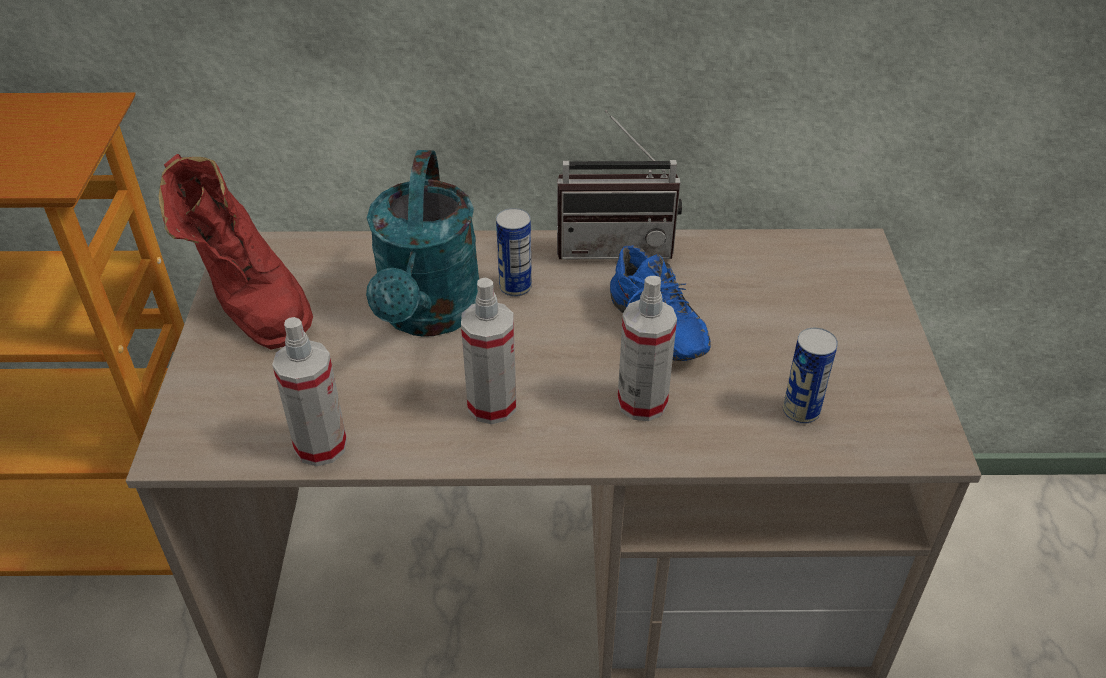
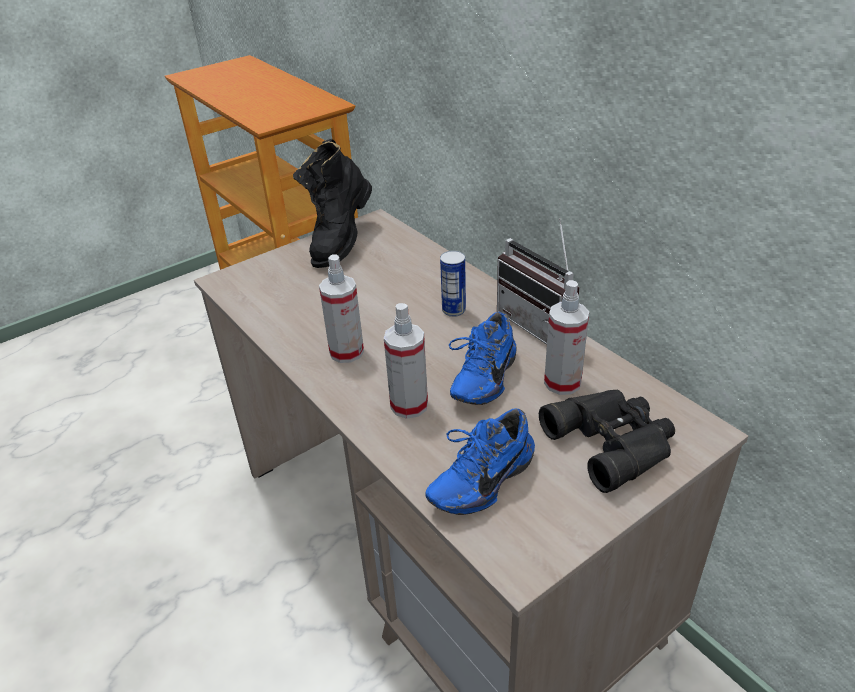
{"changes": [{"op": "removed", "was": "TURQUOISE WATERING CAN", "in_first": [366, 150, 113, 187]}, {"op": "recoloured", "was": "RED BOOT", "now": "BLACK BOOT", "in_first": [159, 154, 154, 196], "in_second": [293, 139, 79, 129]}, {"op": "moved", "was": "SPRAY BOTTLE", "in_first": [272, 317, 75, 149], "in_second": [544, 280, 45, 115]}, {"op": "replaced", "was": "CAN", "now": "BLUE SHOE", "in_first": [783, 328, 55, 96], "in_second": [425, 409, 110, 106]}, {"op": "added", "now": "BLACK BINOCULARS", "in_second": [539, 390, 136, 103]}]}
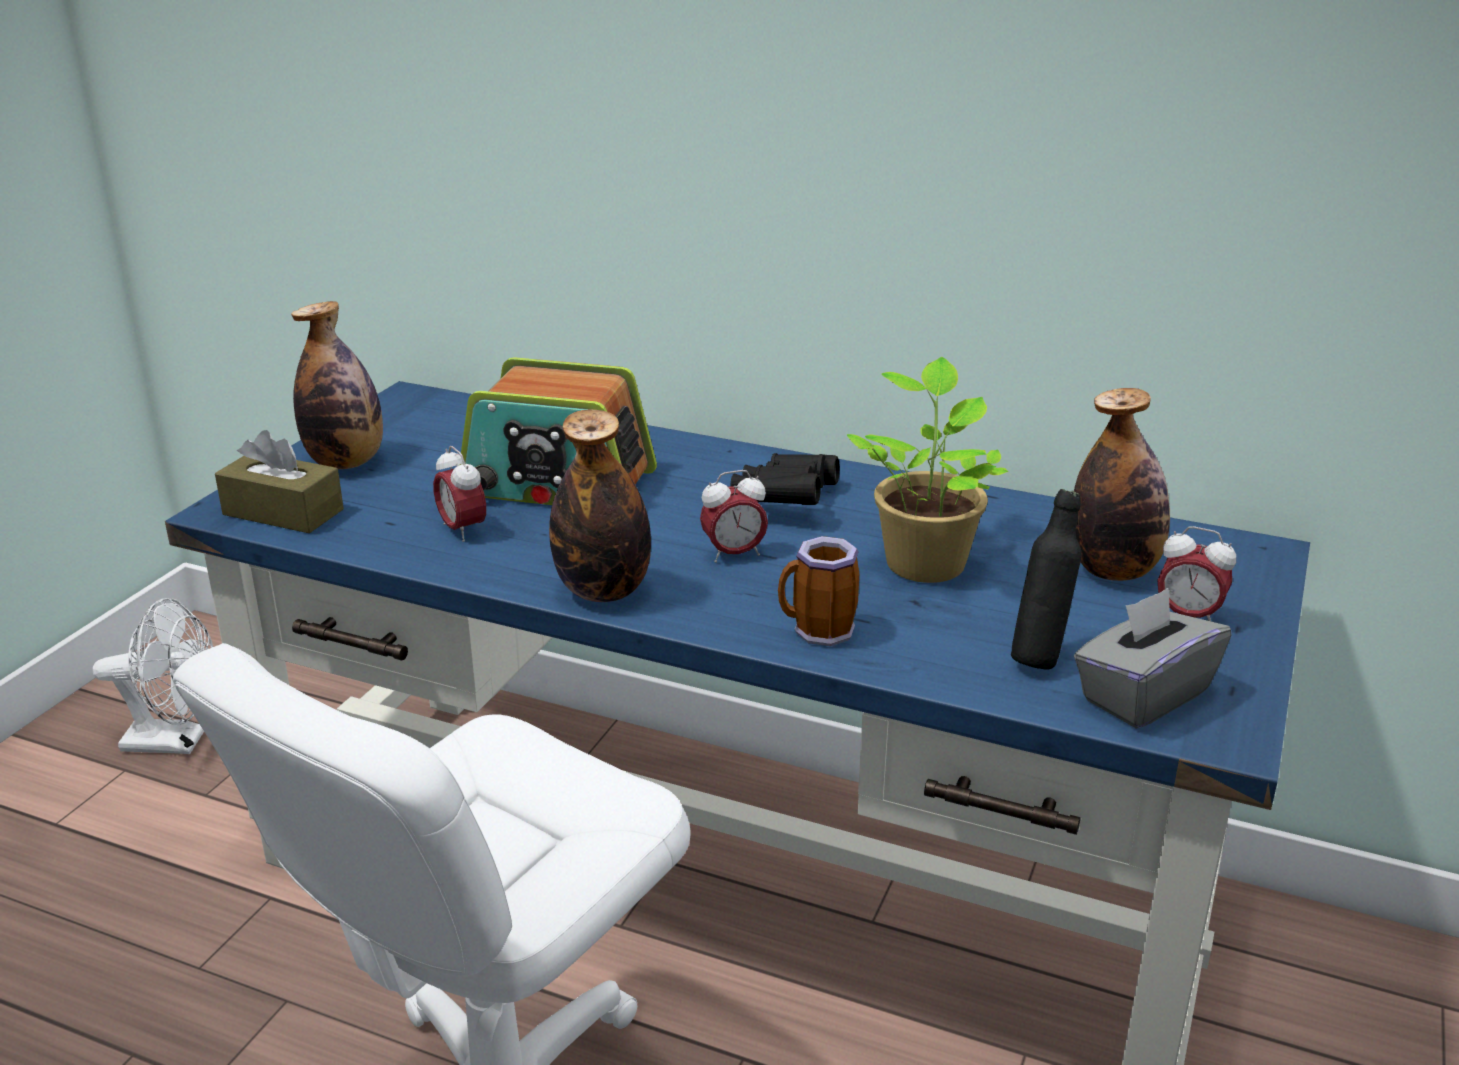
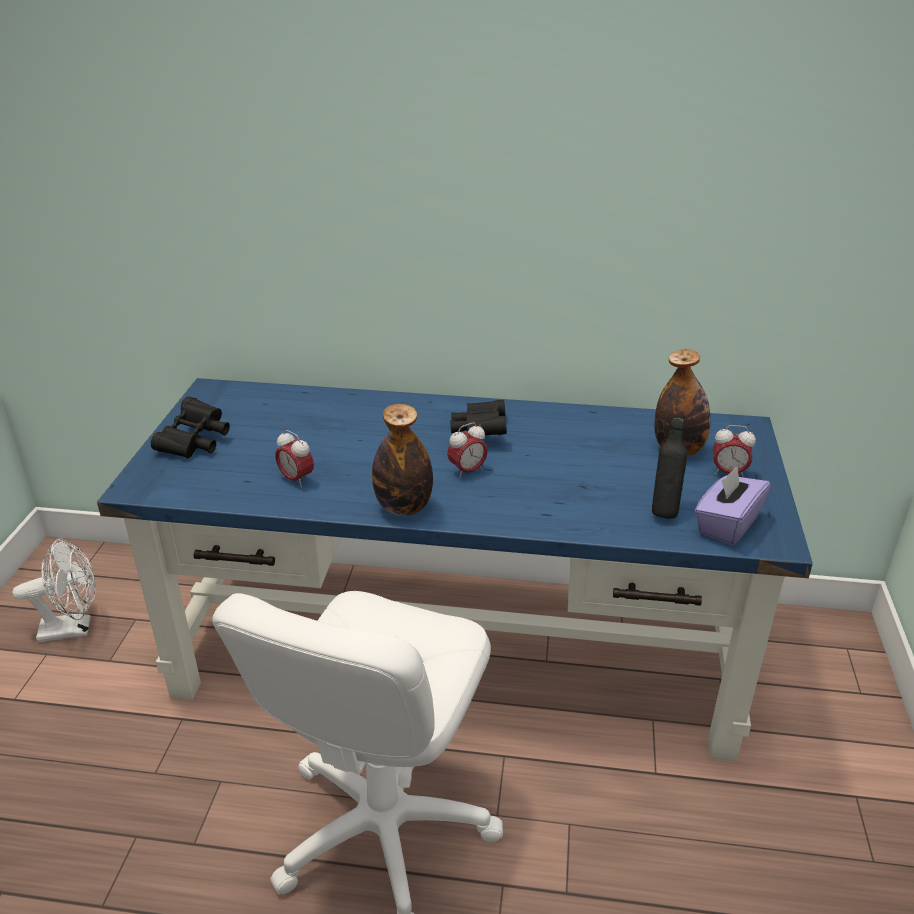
{"changes": [{"op": "replaced", "was": "BOTTLE", "now": "BLACK BINOCULARS", "in_first": [291, 301, 92, 168], "in_second": [151, 396, 79, 62]}, {"op": "removed", "was": "RADIO", "in_first": [460, 357, 197, 148]}, {"op": "removed", "was": "POTTED PLANT", "in_first": [847, 357, 161, 226]}, {"op": "removed", "was": "BROWN TISSUE BOX", "in_first": [215, 430, 129, 103]}, {"op": "removed", "was": "MUG", "in_first": [778, 536, 81, 110]}, {"op": "recoloured", "was": "GREY TISSUE BOX", "now": "PURPLE TISSUE BOX", "in_first": [1074, 588, 158, 140], "in_second": [695, 466, 76, 79]}]}
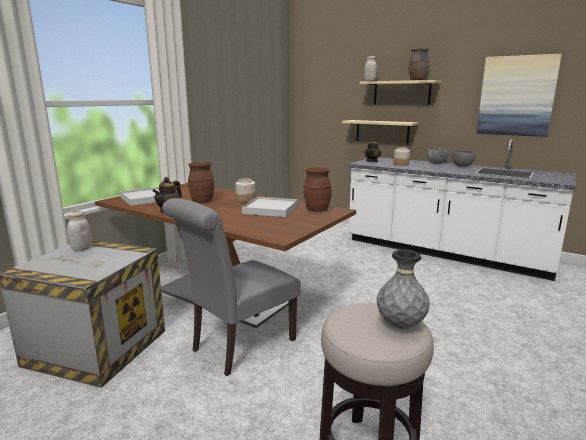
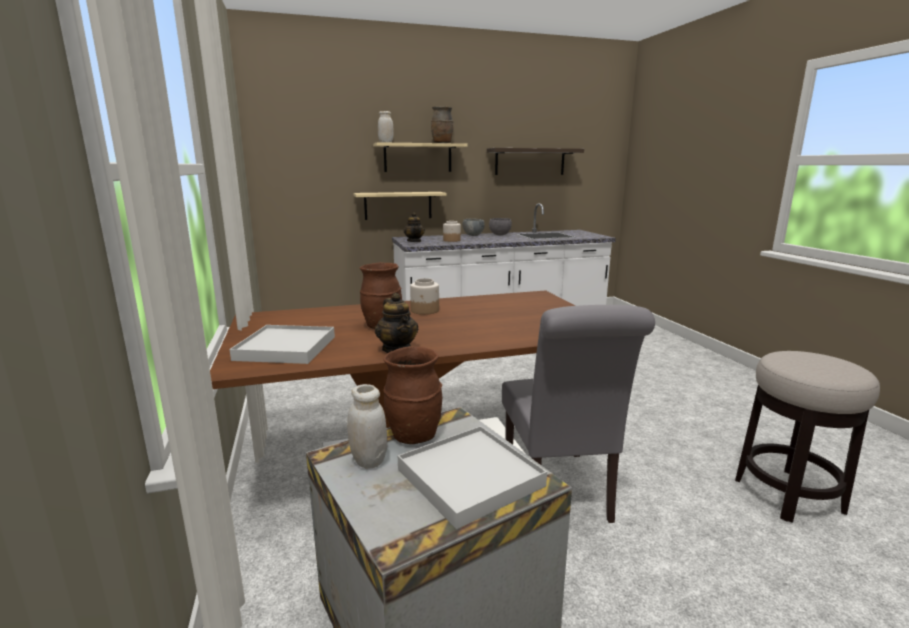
{"changes": [{"op": "replaced", "was": "PICTURE", "now": "SHELF", "in_first": [477, 54, 85, 83], "in_second": [487, 148, 97, 27]}, {"op": "moved", "was": "BROWN VASE", "in_first": [304, 167, 28, 45], "in_second": [383, 346, 59, 98]}, {"op": "moved", "was": "WHITE TRAY", "in_first": [242, 197, 56, 20], "in_second": [398, 426, 149, 103]}, {"op": "removed", "was": "GREY VASE", "in_first": [377, 249, 53, 80]}]}
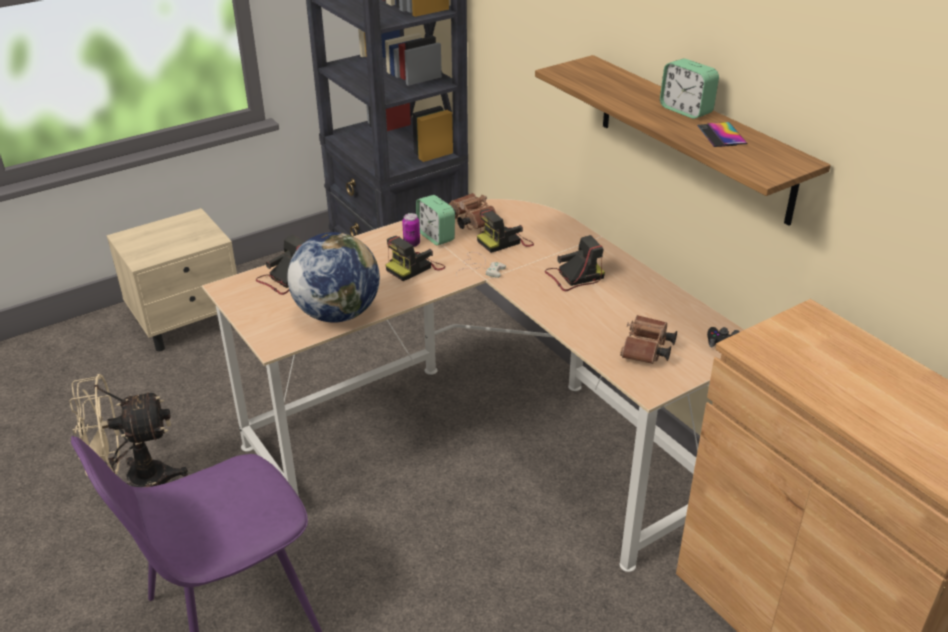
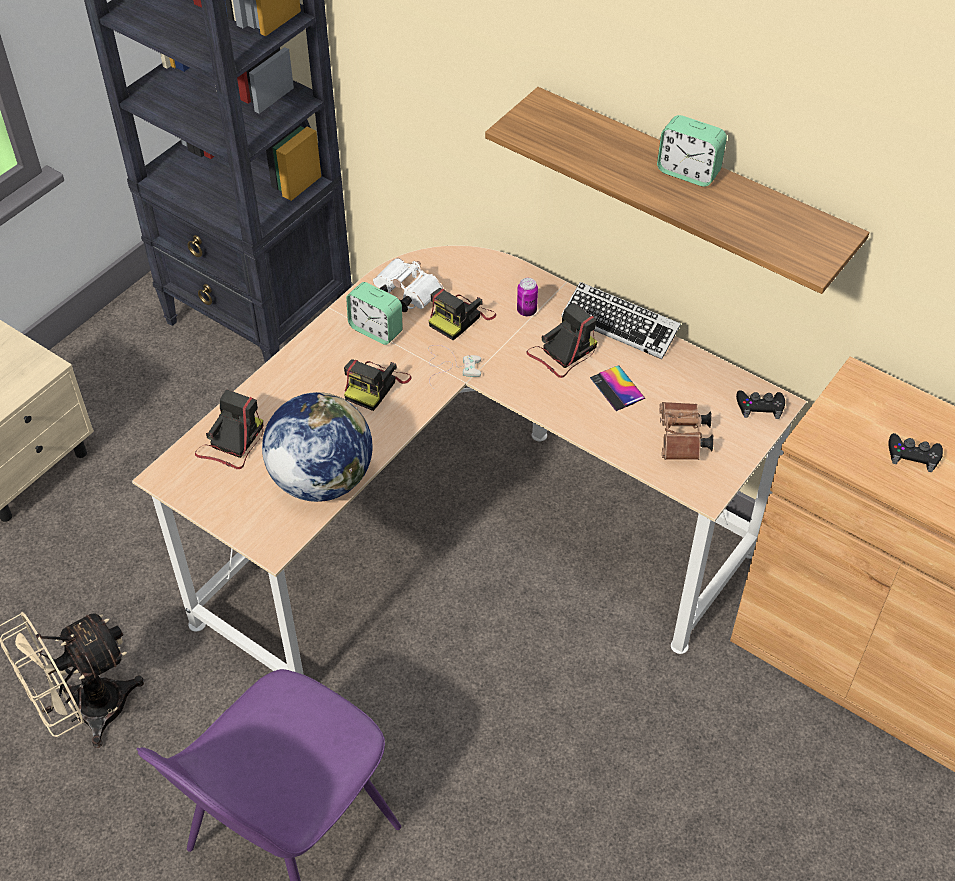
{"changes": [{"op": "moved", "was": "PHONE", "in_first": [697, 122, 50, 25], "in_second": [590, 365, 55, 46]}, {"op": "recoloured", "was": "BROWN BINOCULARS", "now": "WHITE BINOCULARS", "in_first": [449, 193, 49, 37], "in_second": [373, 258, 70, 54]}, {"op": "moved", "was": "CAN", "in_first": [402, 213, 18, 34], "in_second": [517, 278, 21, 38]}, {"op": "added", "now": "KEYBOARD", "in_second": [561, 282, 120, 77]}, {"op": "added", "now": "BLACK GAME CONTROLLER", "in_second": [888, 433, 55, 39]}]}
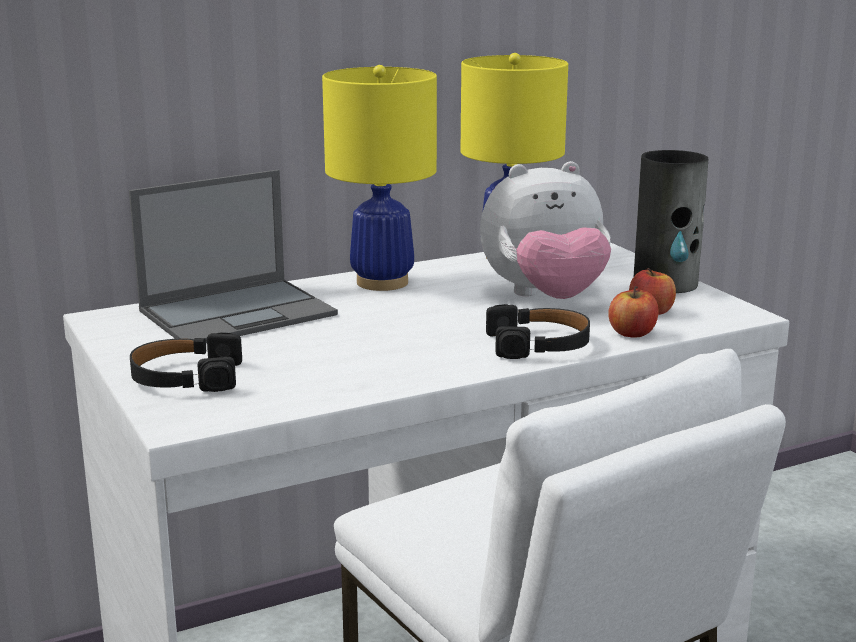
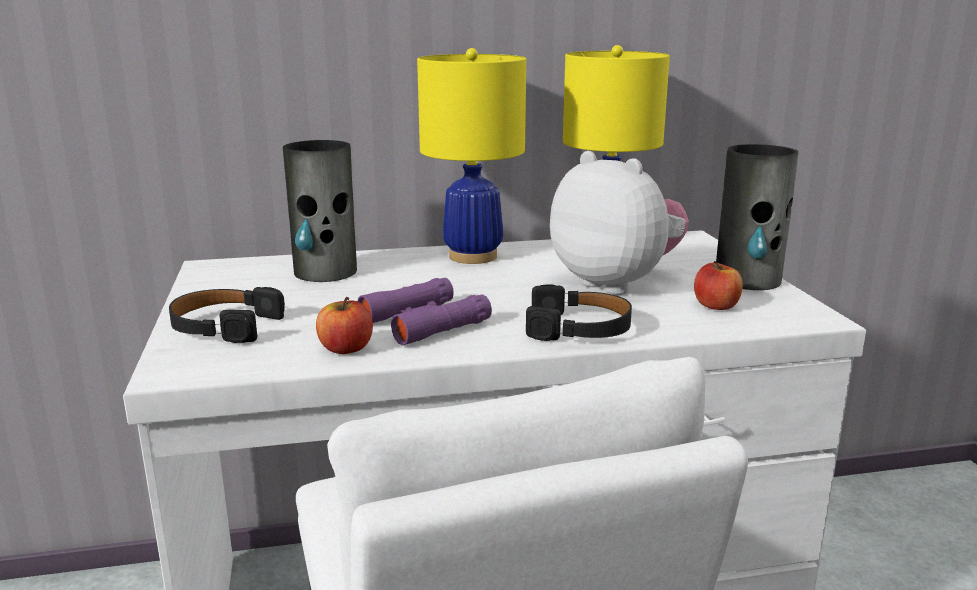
{"changes": [{"op": "turned", "was": "PLUSH TOY", "in_first": [480, 161, 131, 138], "in_second": [550, 151, 139, 144], "clockwise": -135}, {"op": "replaced", "was": "LAPTOP", "now": "VASE", "in_first": [129, 170, 209, 173], "in_second": [283, 140, 74, 142]}, {"op": "moved", "was": "APPLE", "in_first": [608, 286, 51, 52], "in_second": [316, 297, 57, 57]}, {"op": "added", "now": "PURPLE BINOCULARS", "in_second": [357, 278, 135, 67]}]}
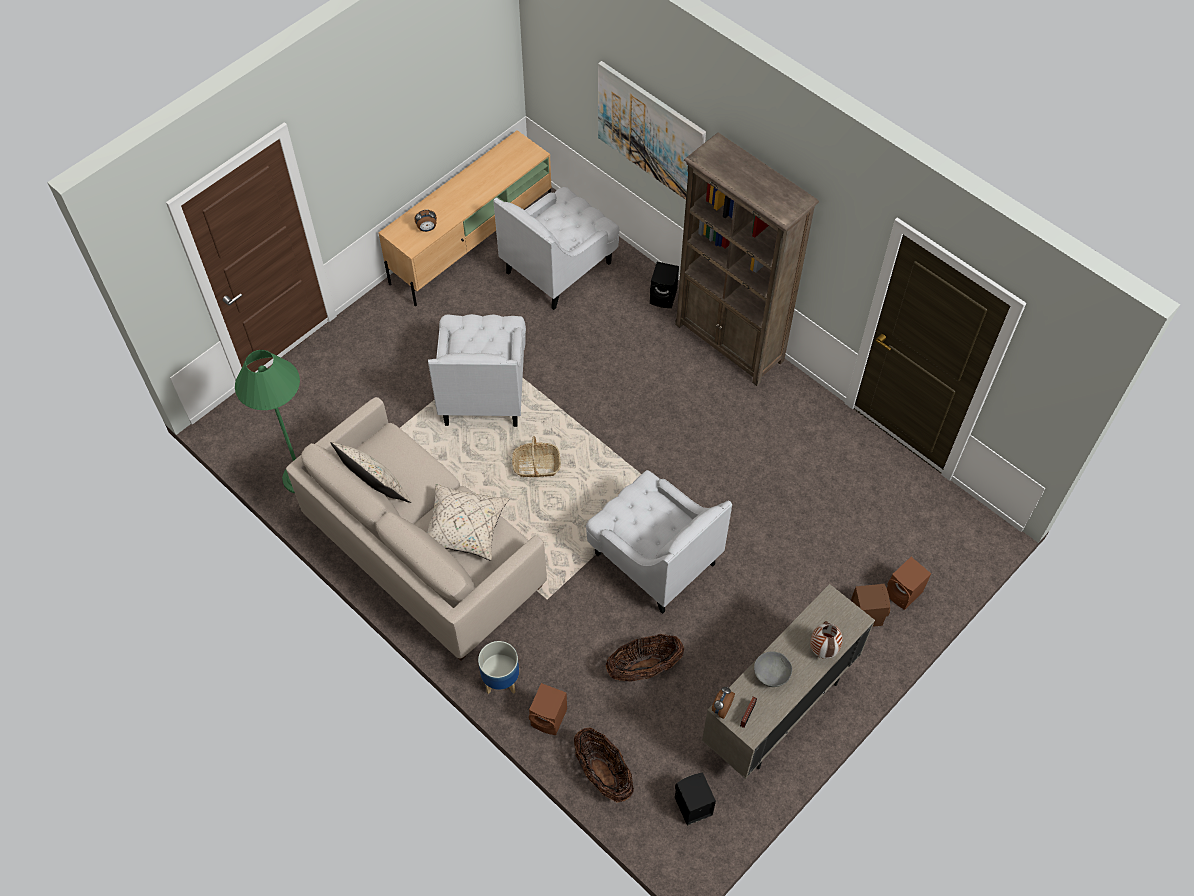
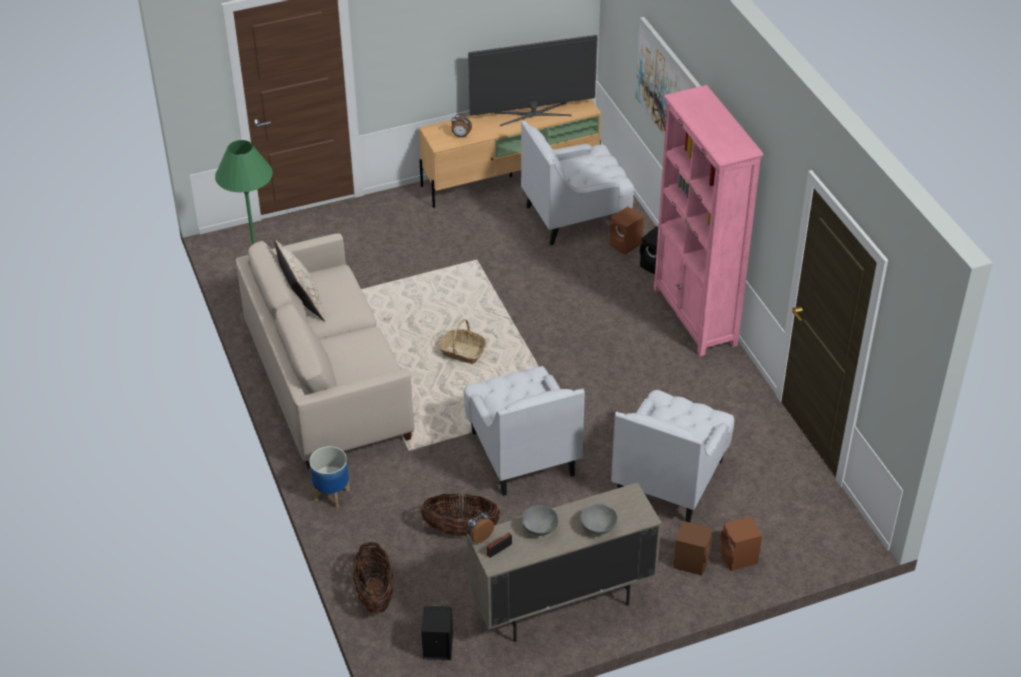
{"changes": [{"op": "recoloured", "was": "BROWN BOOKCASE", "now": "PINK BOOKCASE", "in_first": [675, 133, 144, 253], "in_second": [653, 85, 110, 271]}, {"op": "moved", "was": "WHITE ARMCHAIR", "in_first": [428, 314, 98, 113], "in_second": [611, 390, 123, 132]}, {"op": "removed", "was": "BEIGE PILLOW", "in_first": [427, 484, 82, 76]}, {"op": "replaced", "was": "VASE", "now": "GREY BOWL", "in_first": [810, 621, 33, 38], "in_second": [580, 504, 37, 31]}, {"op": "moved", "was": "BROWN SPEAKER", "in_first": [529, 683, 38, 52], "in_second": [609, 207, 35, 48]}, {"op": "added", "now": "TELEVISION", "in_second": [468, 35, 130, 91]}]}
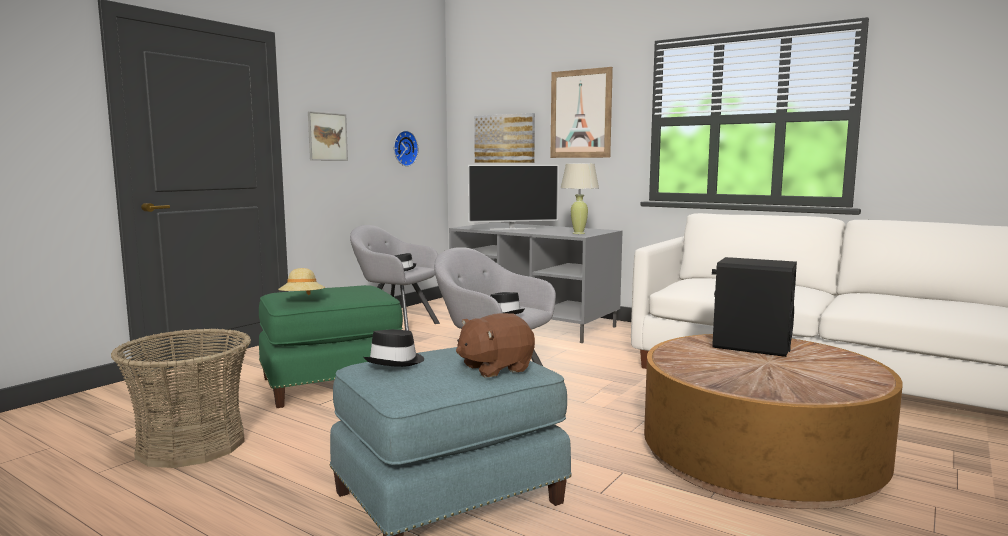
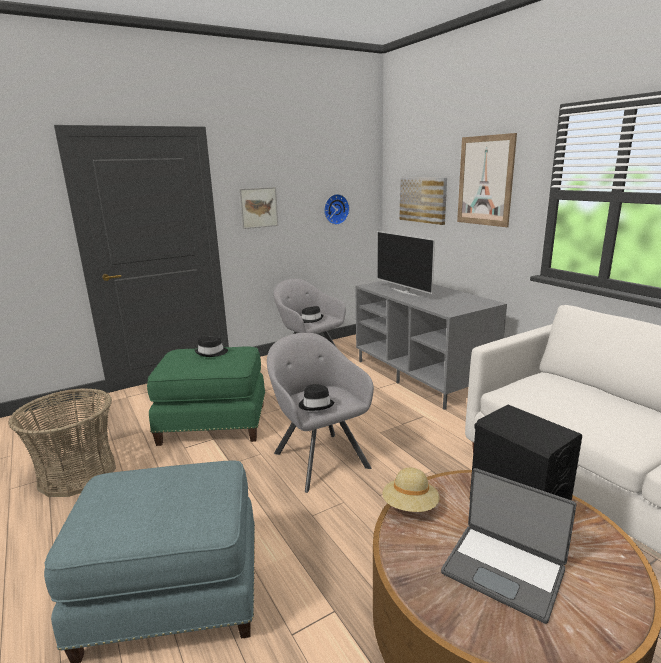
{"changes": [{"op": "removed", "was": "BEIGE TABLE LAMP", "in_first": [561, 163, 38, 71]}, {"op": "turned", "was": "TELEVISION", "in_first": [468, 165, 91, 65], "in_second": [377, 231, 58, 66], "clockwise": 45}, {"op": "moved", "was": "BEIGE HAT", "in_first": [278, 268, 47, 27], "in_second": [382, 468, 58, 44]}, {"op": "removed", "was": "BROWN PLUSH TOY", "in_first": [456, 313, 79, 65]}, {"op": "moved", "was": "BLACK HAT", "in_first": [363, 329, 61, 38], "in_second": [195, 336, 33, 21]}, {"op": "added", "now": "LAPTOP", "in_second": [441, 468, 136, 156]}]}
